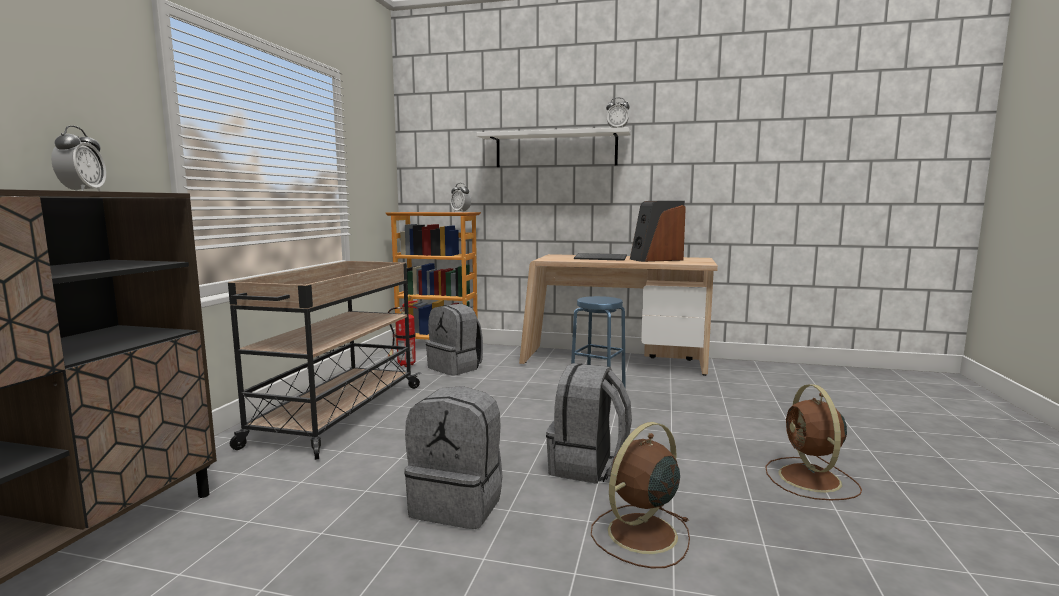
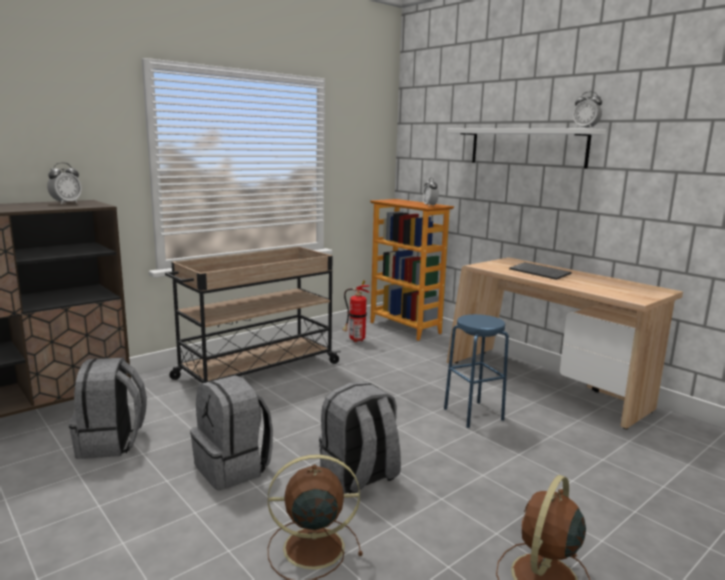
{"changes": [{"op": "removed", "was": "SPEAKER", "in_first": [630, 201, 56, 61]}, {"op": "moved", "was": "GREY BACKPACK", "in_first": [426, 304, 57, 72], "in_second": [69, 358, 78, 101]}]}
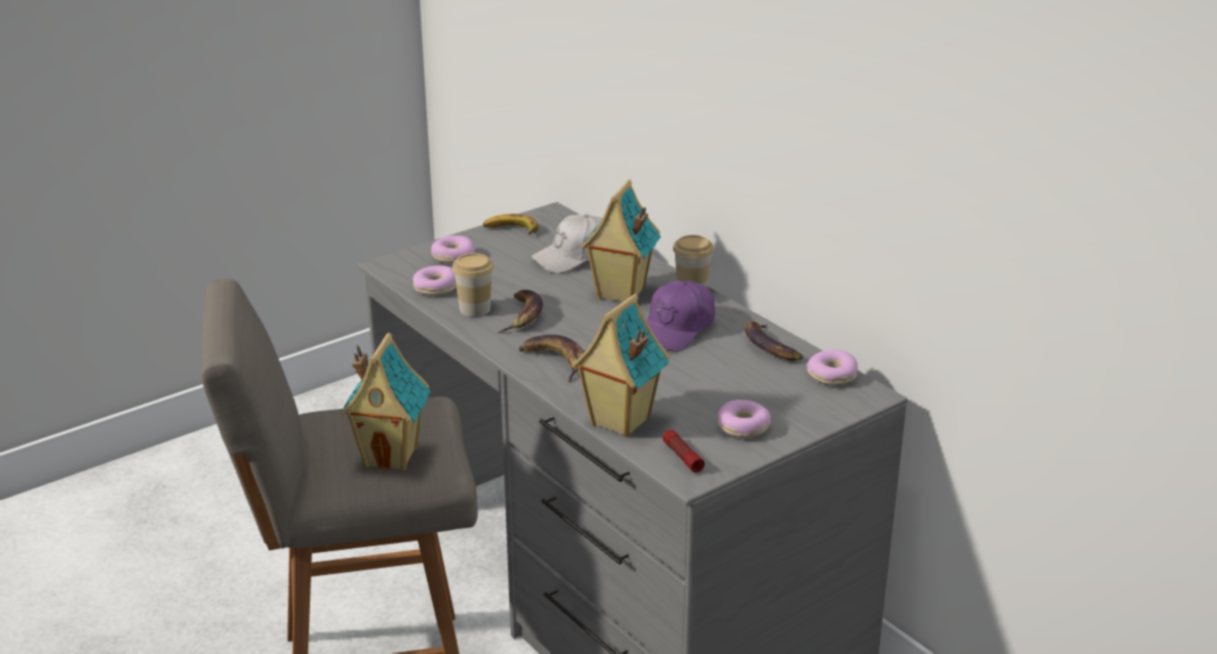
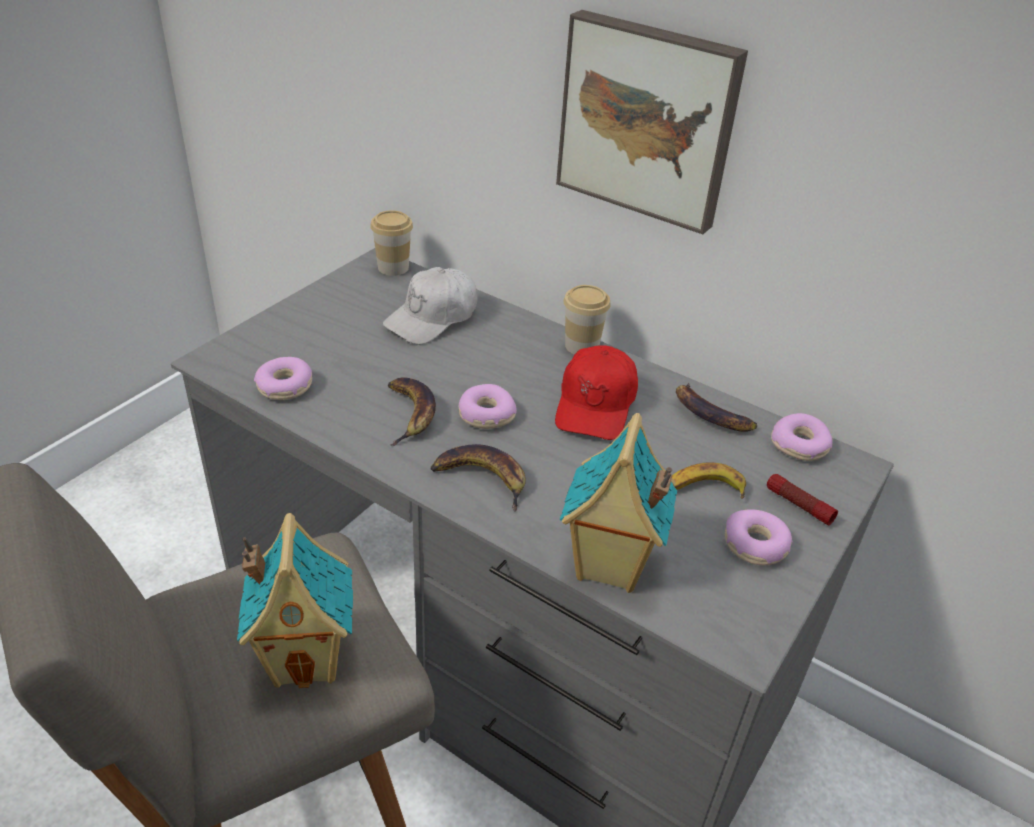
{"changes": [{"op": "removed", "was": "TOY HOUSE", "in_first": [581, 179, 80, 123]}, {"op": "moved", "was": "BANANA", "in_first": [483, 214, 56, 20], "in_second": [672, 462, 74, 37]}, {"op": "moved", "was": "DONUT", "in_first": [431, 235, 45, 29], "in_second": [458, 384, 59, 45]}, {"op": "moved", "was": "CUP", "in_first": [452, 253, 42, 64], "in_second": [370, 210, 43, 66]}, {"op": "recoloured", "was": "PURPLE CAP", "now": "RED CAP", "in_first": [646, 281, 69, 71], "in_second": [555, 345, 83, 95]}, {"op": "moved", "was": "FLASHLIGHT", "in_first": [662, 430, 43, 43], "in_second": [767, 474, 71, 51]}, {"op": "added", "now": "PICTURE", "in_second": [556, 10, 192, 224]}]}
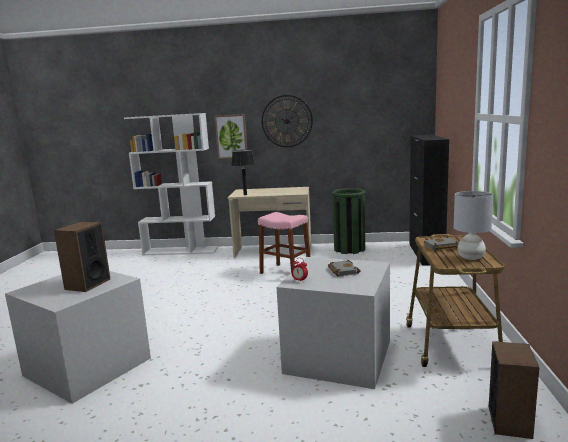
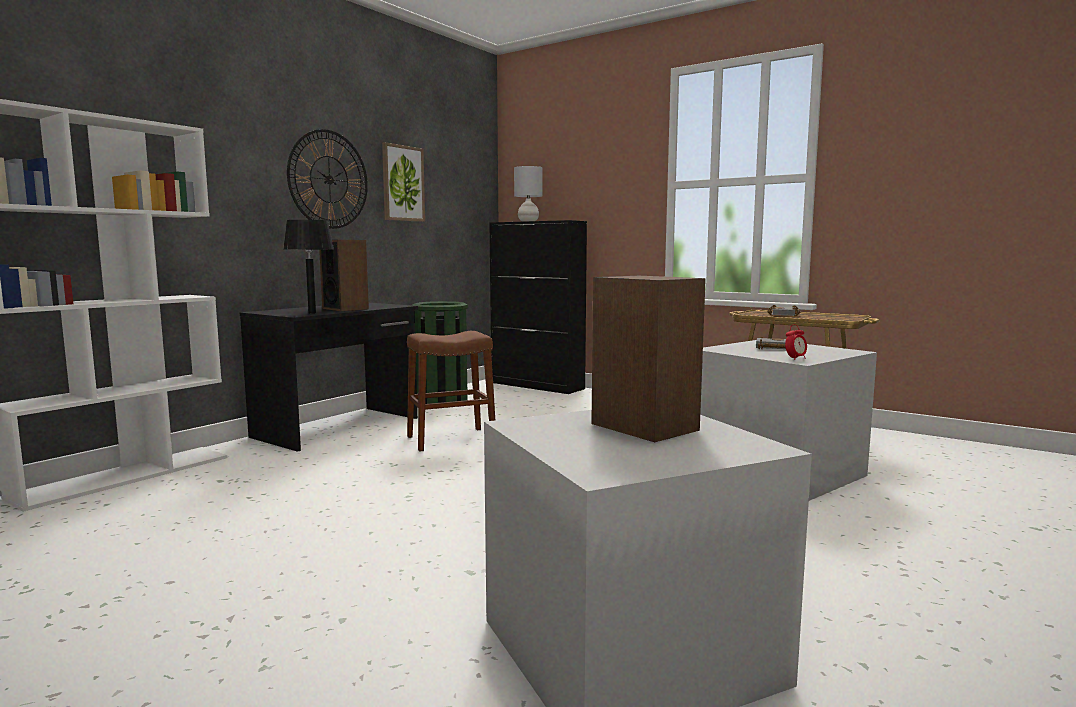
{"changes": [{"op": "moved", "was": "PICTURE", "in_first": [215, 114, 32, 45], "in_second": [382, 142, 43, 80]}, {"op": "recoloured", "was": "BEIGE DESK", "now": "BLACK DESK", "in_first": [228, 187, 83, 71], "in_second": [240, 303, 178, 149]}, {"op": "moved", "was": "GREY TABLE LAMP", "in_first": [454, 191, 39, 69], "in_second": [514, 166, 28, 56]}, {"op": "recoloured", "was": "PINK STOOL", "now": "BROWN STOOL", "in_first": [258, 212, 52, 62], "in_second": [407, 331, 88, 121]}, {"op": "moved", "was": "SPEAKER", "in_first": [489, 341, 50, 98], "in_second": [319, 240, 50, 71]}]}
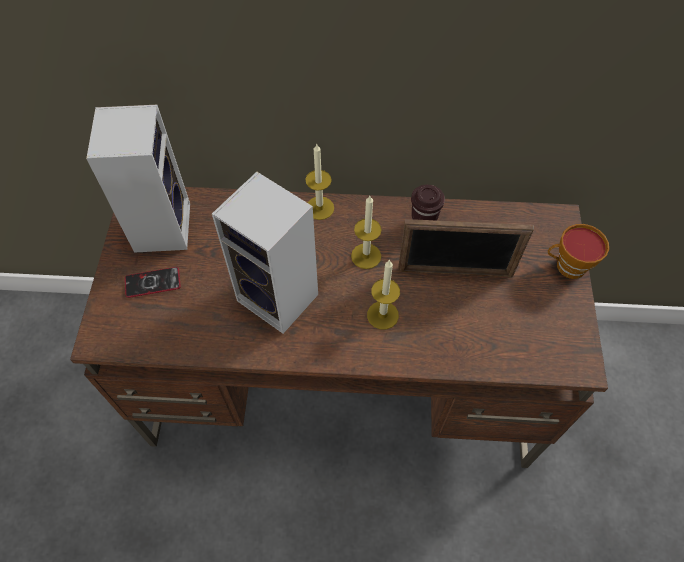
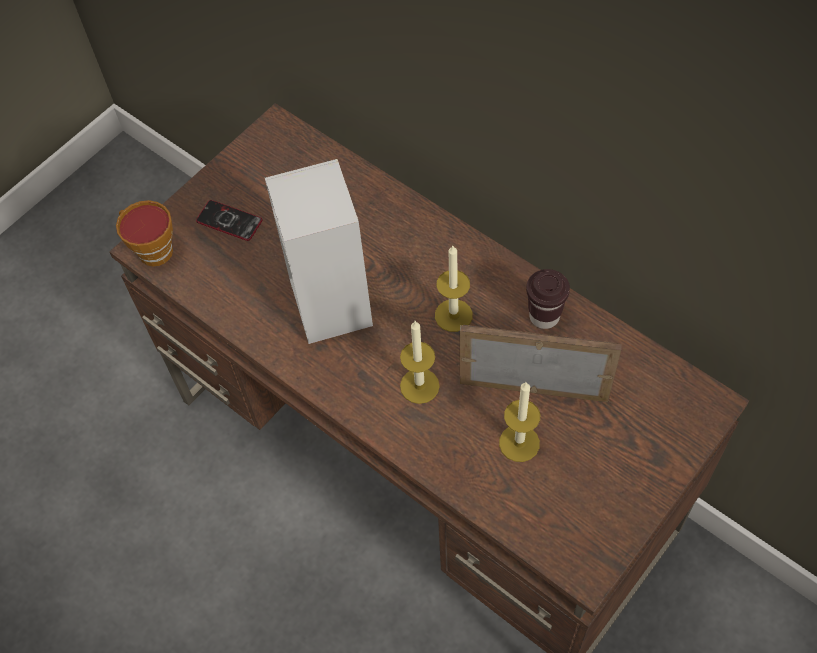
{"changes": [{"op": "removed", "was": "SPEAKER", "in_first": [86, 105, 104, 148]}, {"op": "moved", "was": "CANDLE", "in_first": [305, 143, 29, 77], "in_second": [499, 382, 41, 80]}, {"op": "turned", "was": "PICTURE FRAME", "in_first": [398, 219, 136, 58], "in_second": [460, 325, 162, 77], "clockwise": 150}, {"op": "moved", "was": "CUP", "in_first": [548, 224, 61, 55], "in_second": [116, 200, 57, 66]}]}
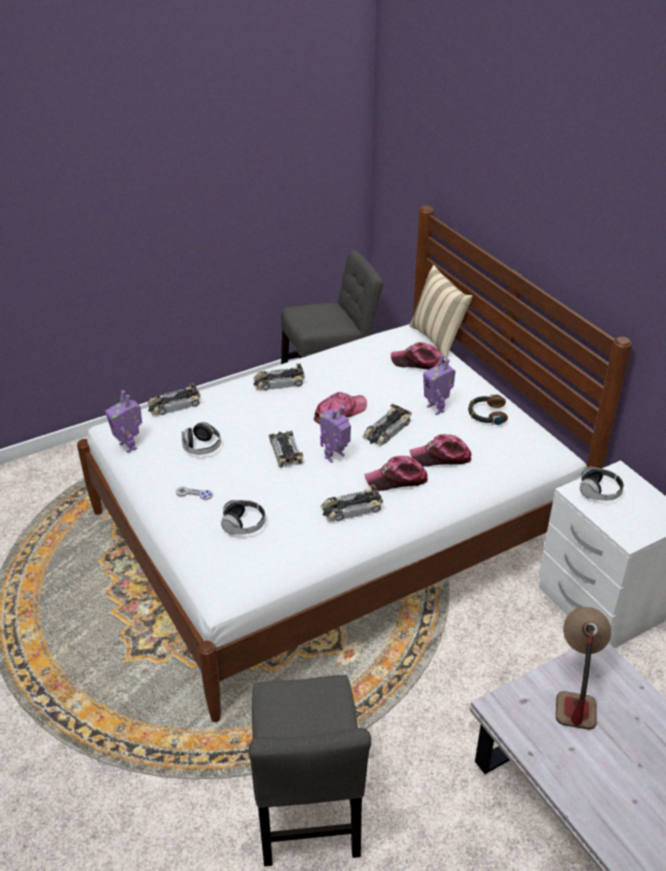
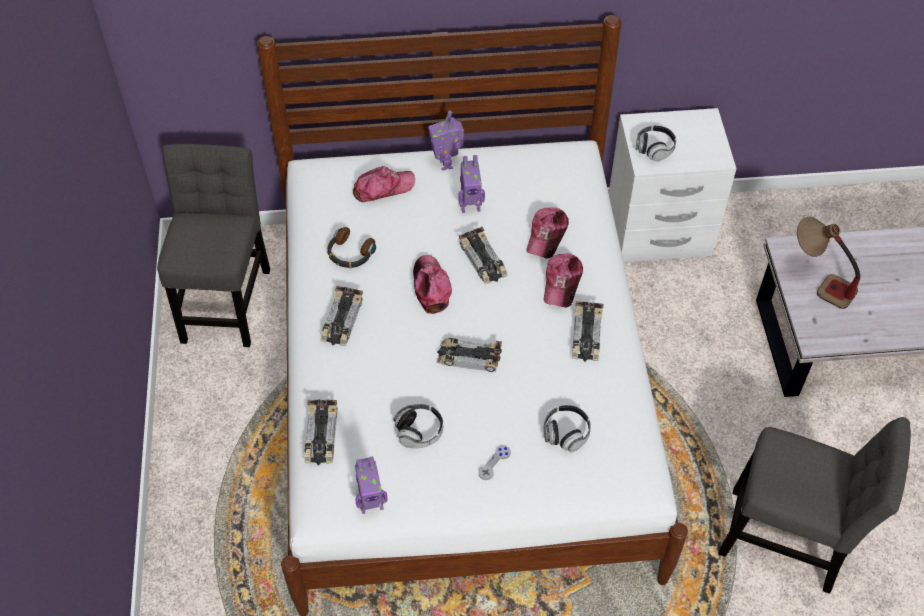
{"changes": [{"op": "removed", "was": "BEIGE PILLOW", "in_first": [409, 265, 64, 95]}, {"op": "turned", "was": "CAP", "in_first": [391, 342, 54, 28], "in_second": [353, 166, 62, 36], "clockwise": -150}, {"op": "moved", "was": "HEADPHONES", "in_first": [468, 394, 40, 31], "in_second": [327, 227, 49, 41]}, {"op": "moved", "was": "TOY ROBOT", "in_first": [319, 405, 32, 58], "in_second": [428, 111, 36, 60]}]}
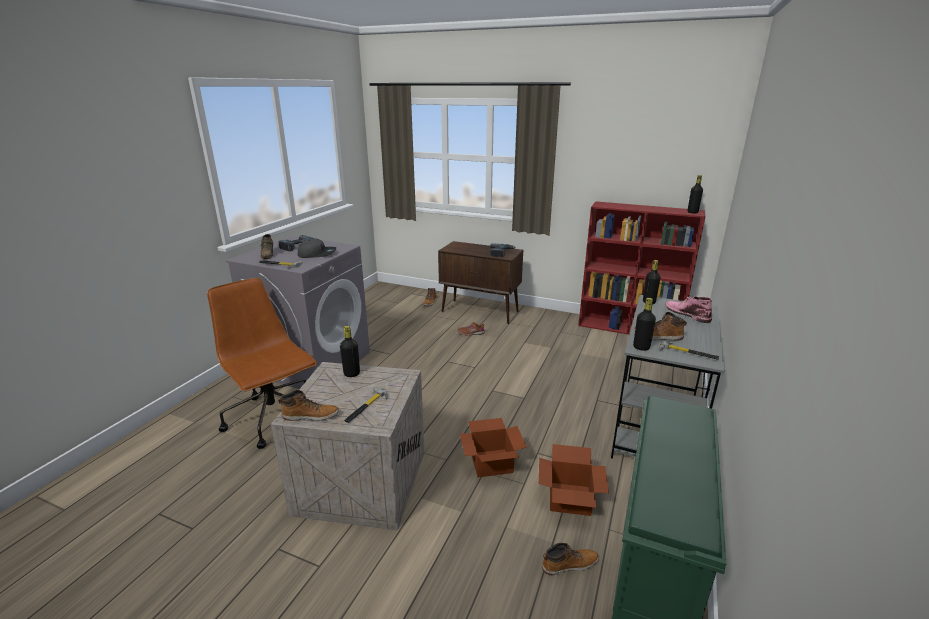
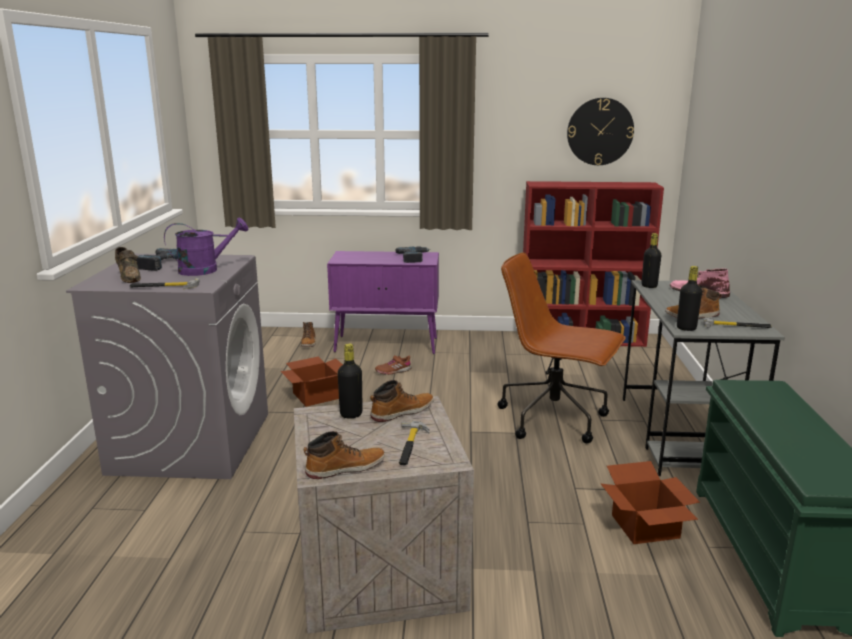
{"changes": [{"op": "removed", "was": "BLACK BOTTLE", "in_first": [687, 175, 16, 38]}, {"op": "replaced", "was": "GREY CAP", "now": "PURPLE WATERING CAN", "in_first": [298, 238, 38, 20], "in_second": [164, 217, 84, 59]}, {"op": "recoloured", "was": "BROWN CABINET", "now": "PURPLE CABINET", "in_first": [438, 241, 85, 83], "in_second": [327, 251, 112, 103]}, {"op": "moved", "was": "BROWN OFFICE CHAIR", "in_first": [207, 278, 110, 171], "in_second": [498, 252, 128, 191]}, {"op": "moved", "was": "CARDBOARD BOX", "in_first": [459, 418, 67, 59], "in_second": [280, 356, 63, 51]}, {"op": "moved", "was": "BOOT", "in_first": [542, 543, 57, 32], "in_second": [370, 380, 64, 42]}, {"op": "added", "now": "WALL CLOCK", "in_second": [567, 98, 67, 67]}]}
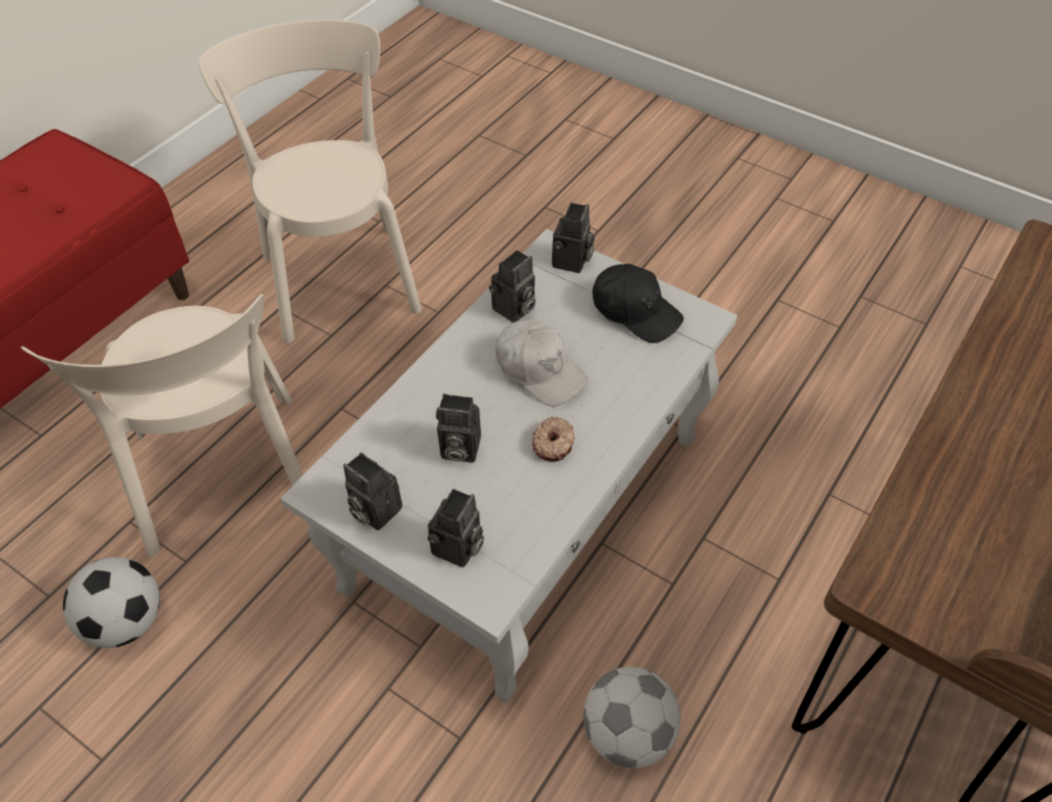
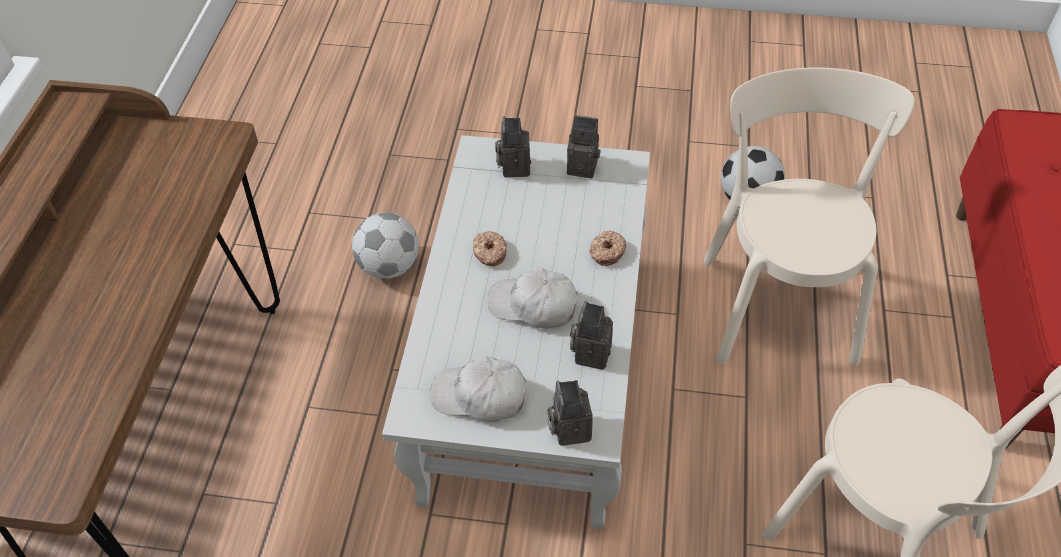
{"changes": [{"op": "recoloured", "was": "BLACK CAP", "now": "WHITE CAP", "in_first": [592, 264, 92, 79], "in_second": [430, 356, 96, 66]}, {"op": "turned", "was": "BEIGE CHAIR", "in_first": [21, 294, 282, 262], "in_second": [704, 67, 211, 298], "clockwise": 45}, {"op": "removed", "was": "PHOTO CAMERA", "in_first": [436, 394, 45, 69]}, {"op": "added", "now": "DONUT", "in_second": [589, 230, 38, 36]}]}
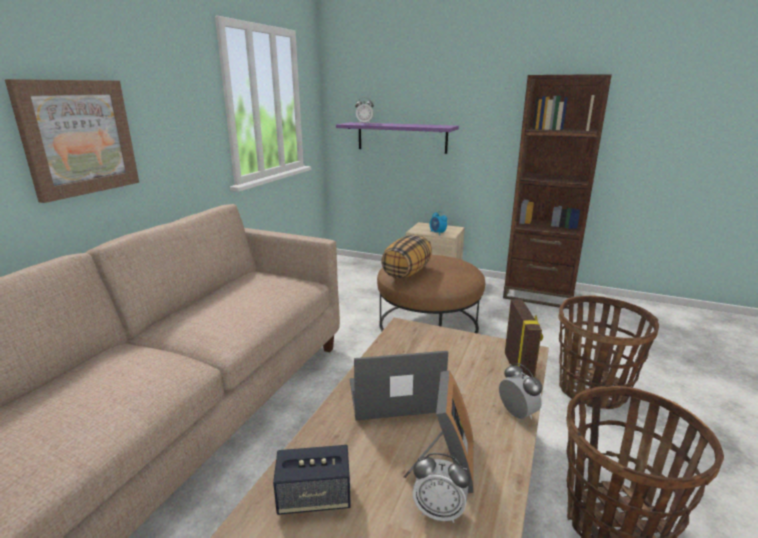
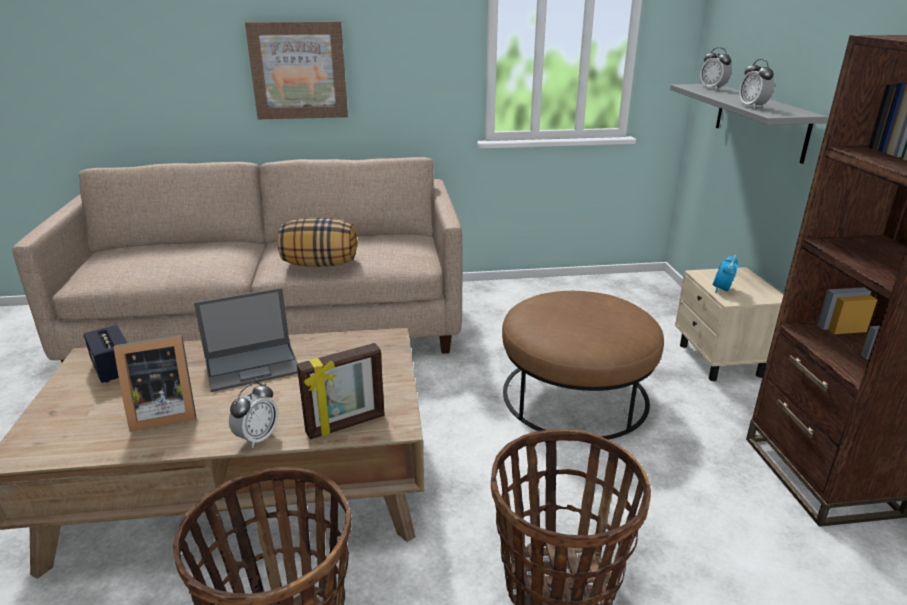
{"changes": [{"op": "recoloured", "was": "PURPLE SHELF", "now": "GREY SHELF", "in_first": [336, 122, 123, 32], "in_second": [670, 84, 158, 80]}, {"op": "moved", "was": "PILLOW", "in_first": [381, 235, 51, 43], "in_second": [277, 218, 80, 48]}, {"op": "turned", "was": "LAPTOP", "in_first": [350, 351, 98, 69], "in_second": [194, 288, 104, 104], "clockwise": 105}, {"op": "moved", "was": "ALARM CLOCK", "in_first": [412, 453, 59, 70], "in_second": [739, 59, 35, 50]}]}
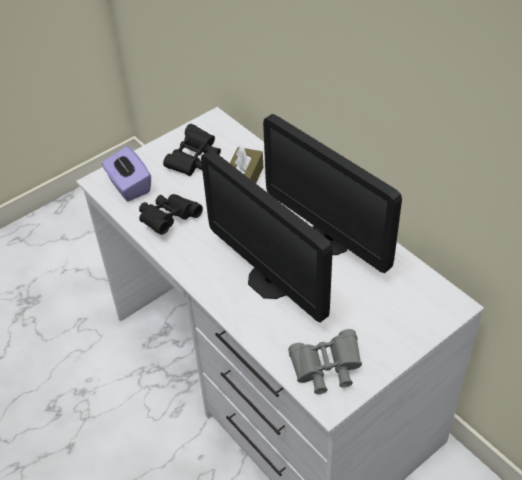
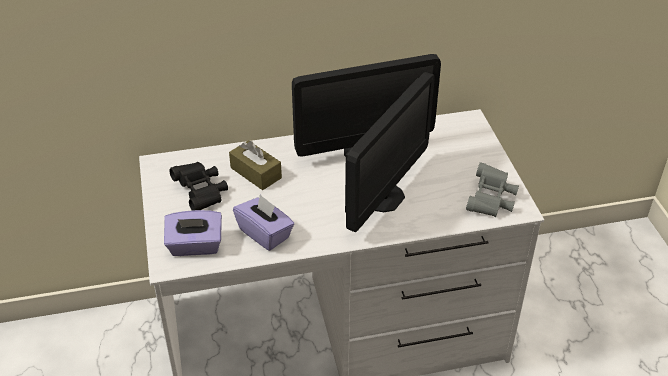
{"changes": [{"op": "turned", "was": "MONITOR", "in_first": [201, 150, 132, 173], "in_second": [345, 72, 90, 160], "clockwise": -45}, {"op": "replaced", "was": "BLACK BINOCULARS", "now": "PURPLE TISSUE BOX", "in_first": [139, 194, 64, 41], "in_second": [233, 194, 61, 57]}]}
